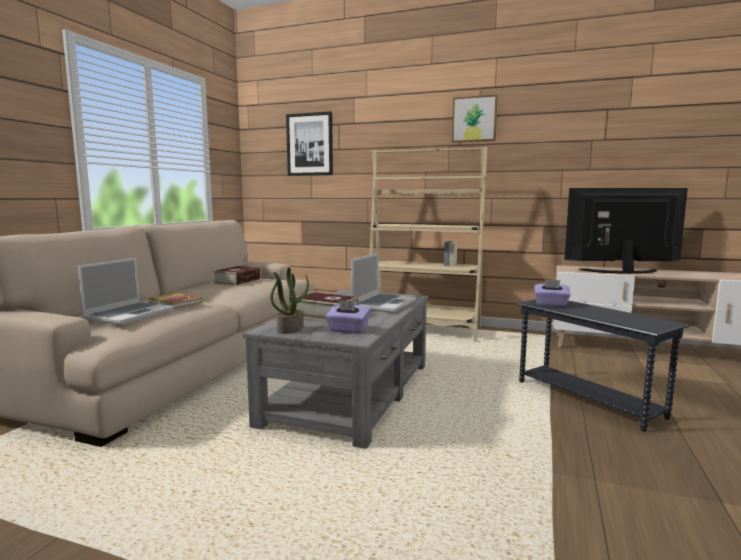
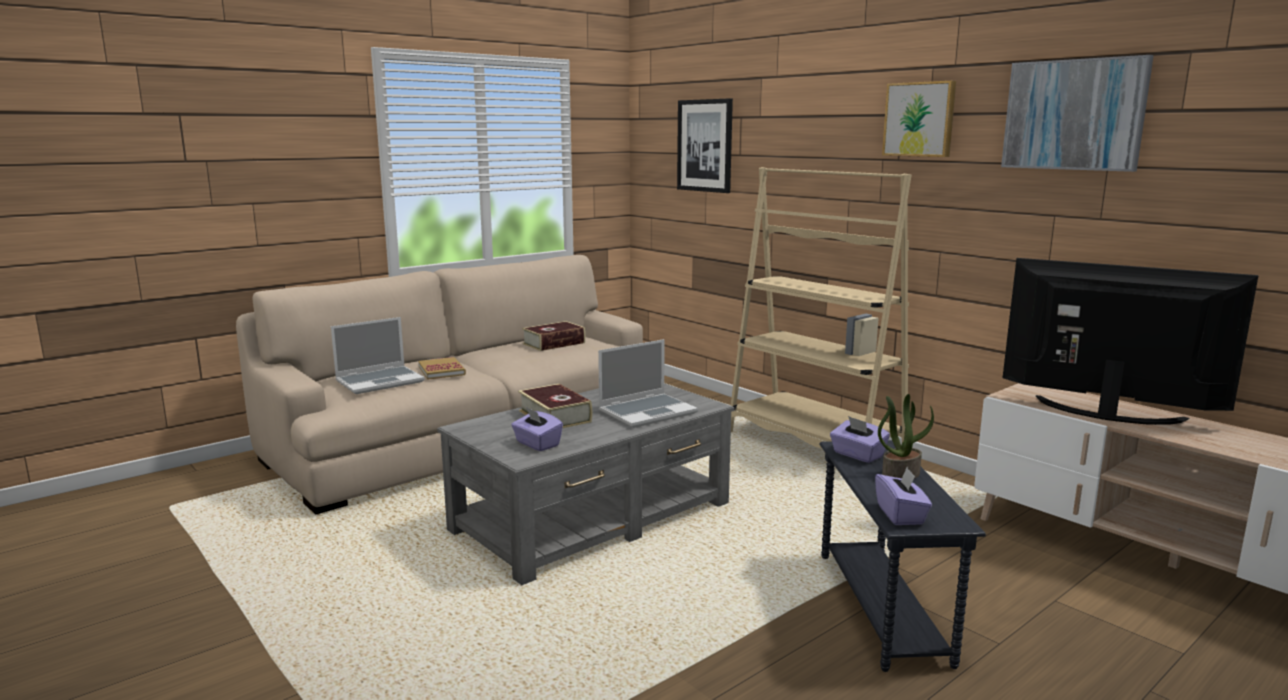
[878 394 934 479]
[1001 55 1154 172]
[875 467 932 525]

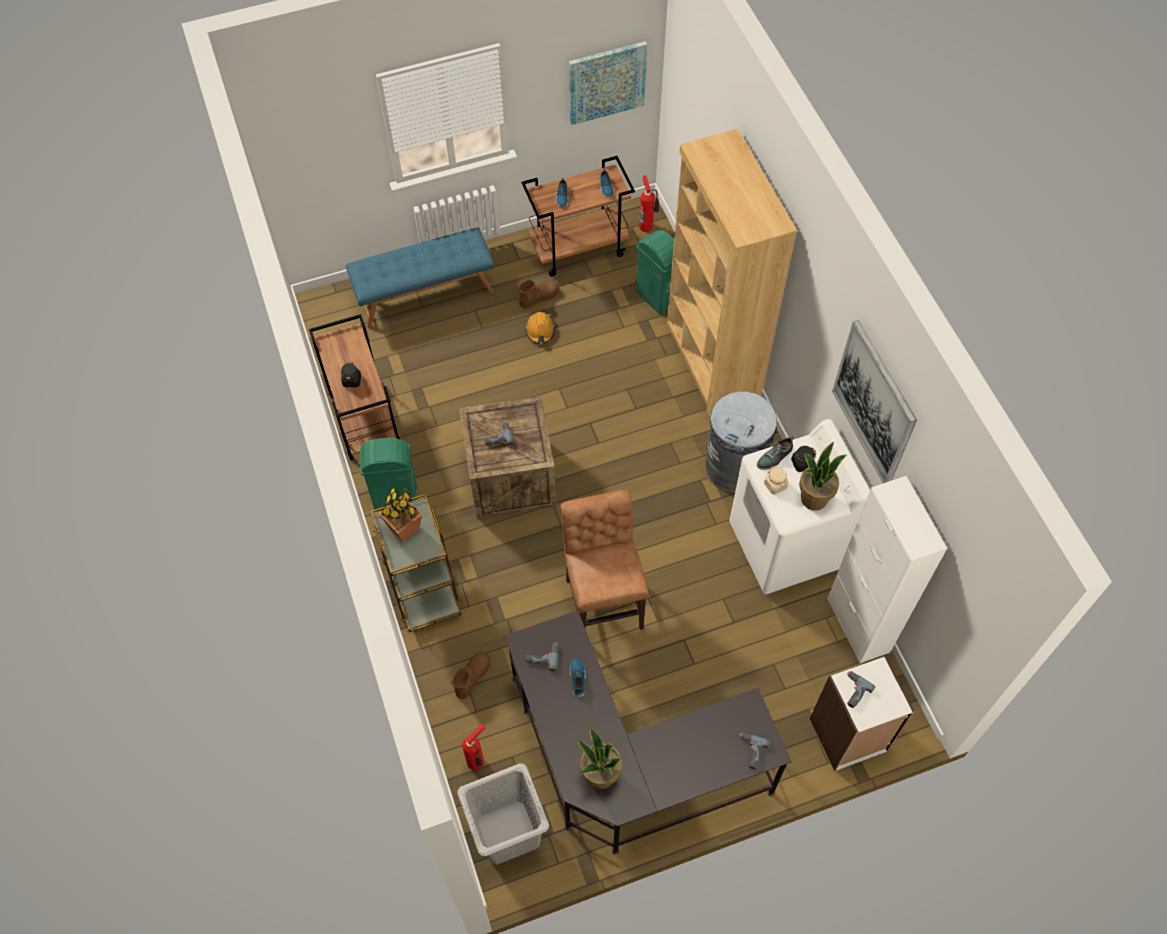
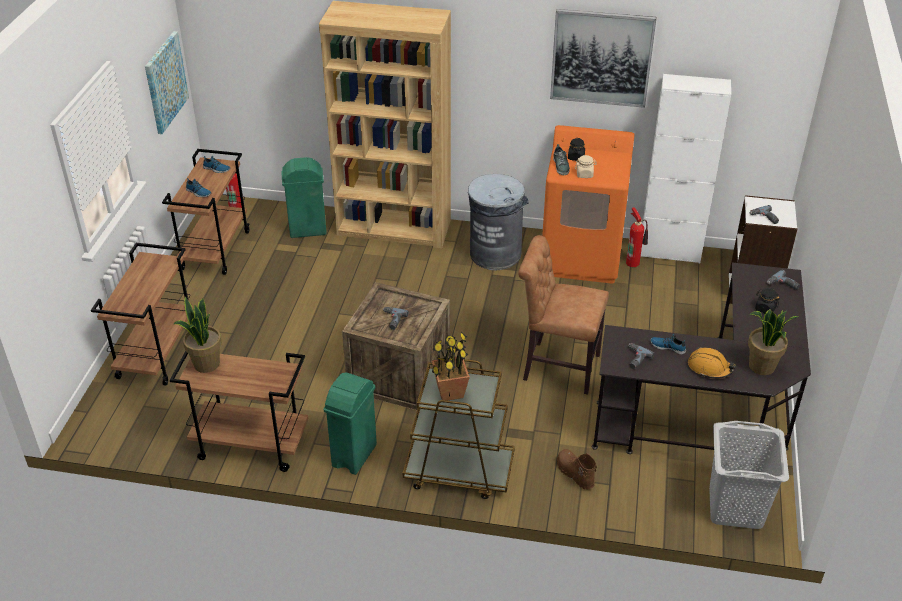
[91 243 193 386]
[518 279 560 309] (first image)
[688 347 736 379]
[755 288 780 313]
[542 125 635 284]
[174 297 222 373]
[626 207 648 267]

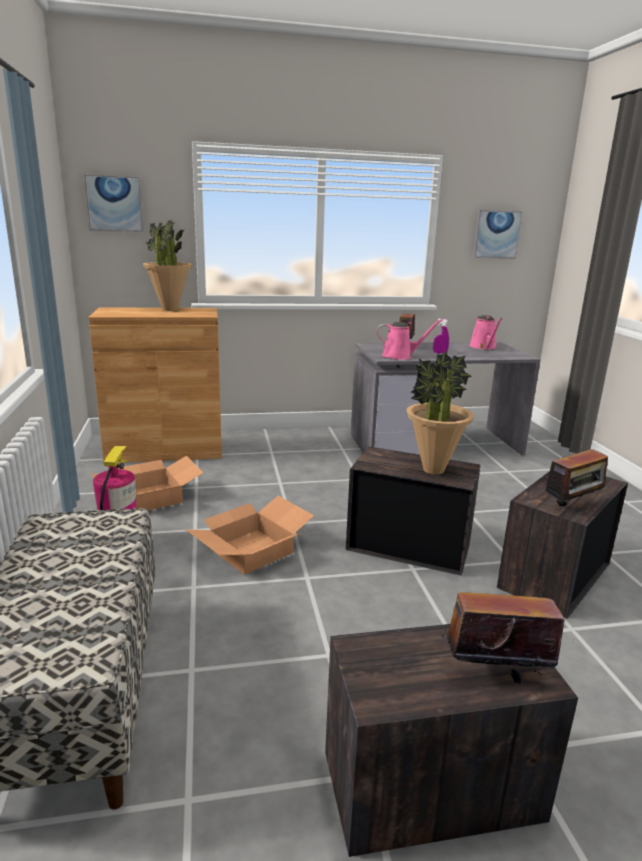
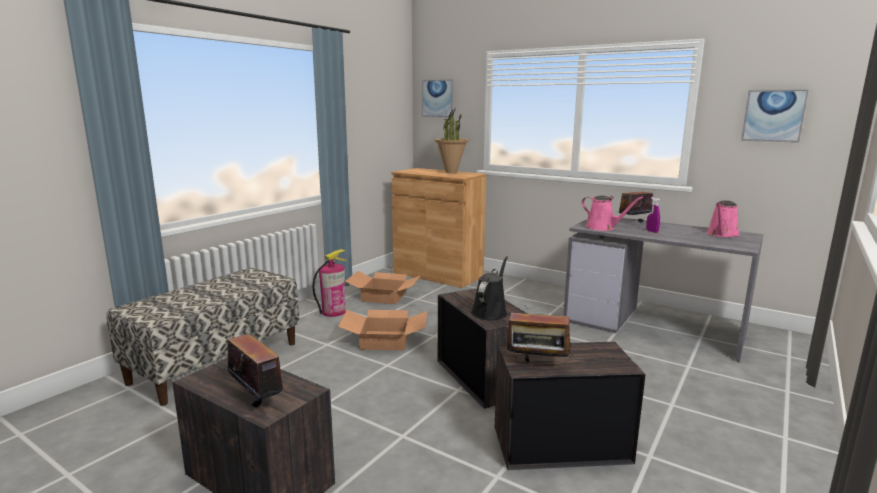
[471 256 508 320]

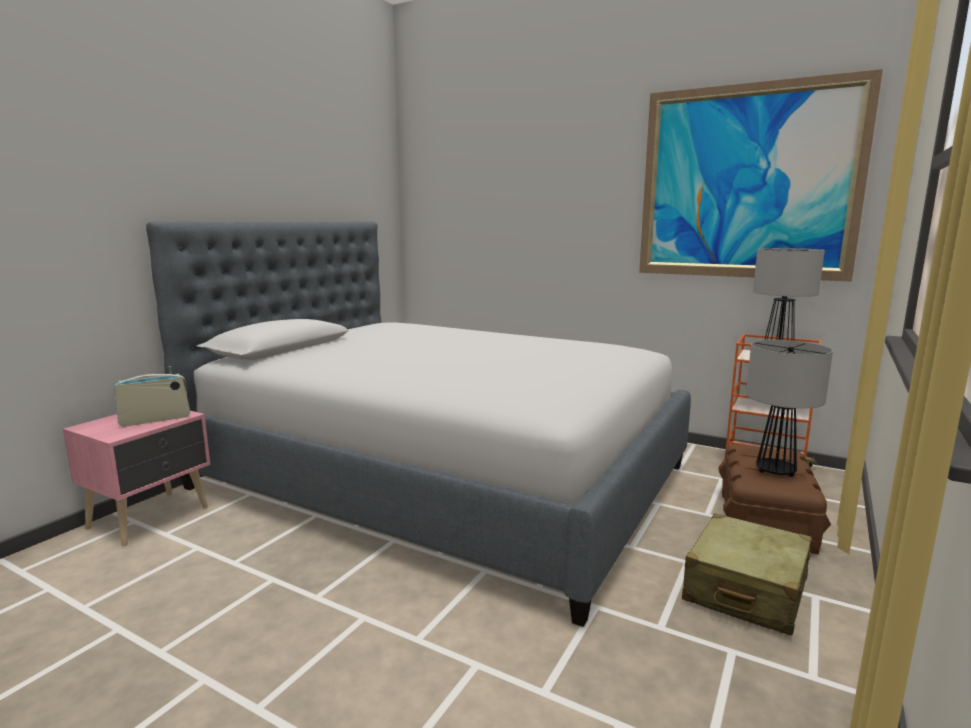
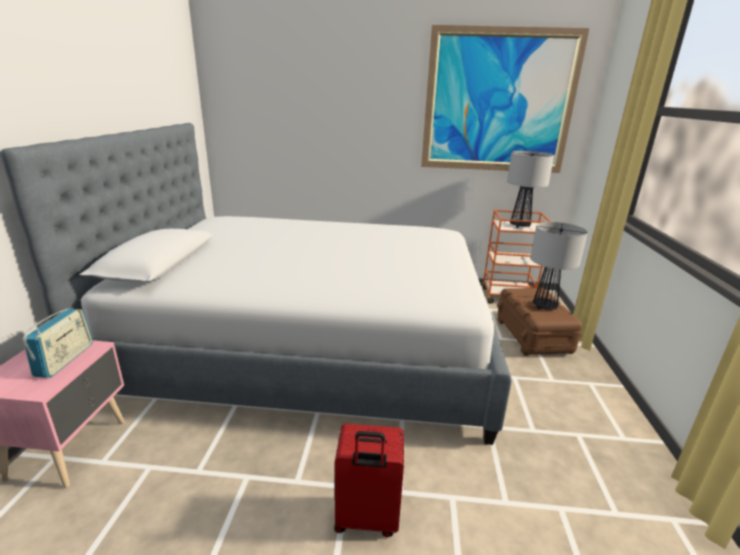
[23 308 93 378]
[682 513 812 636] (first image)
[334 424 404 537]

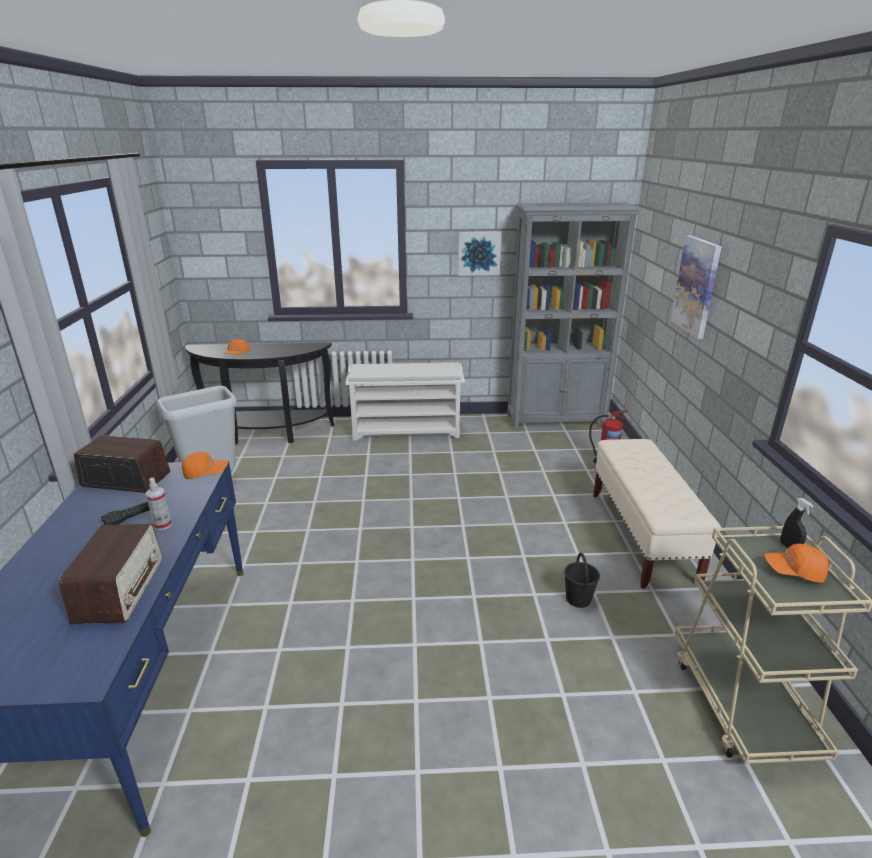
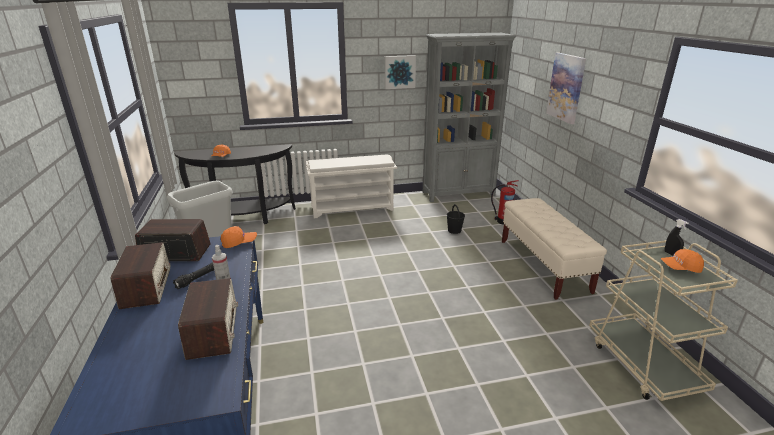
[446 204 465 234]
[111 242 171 309]

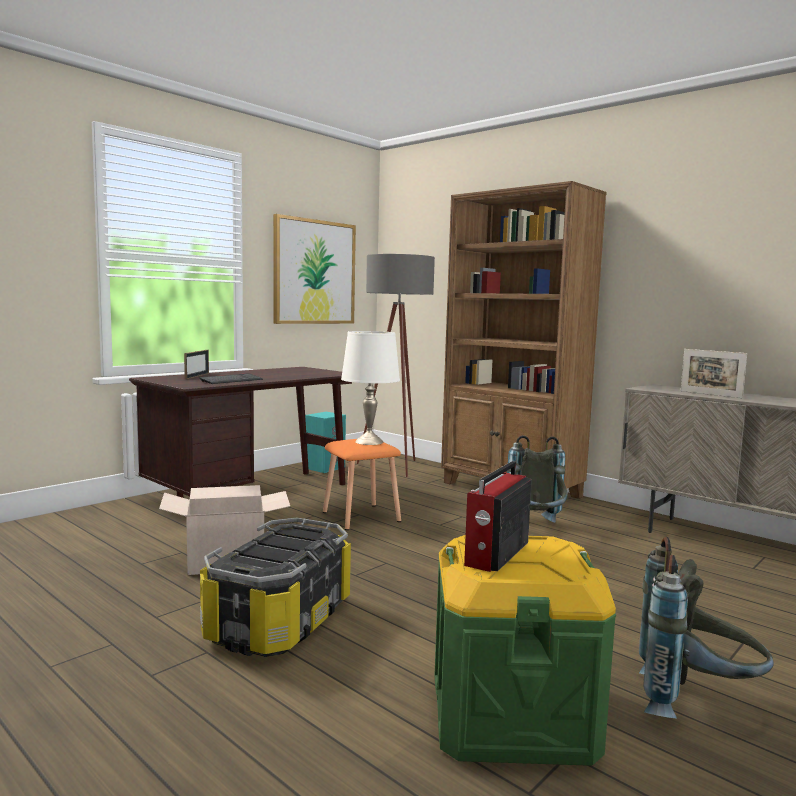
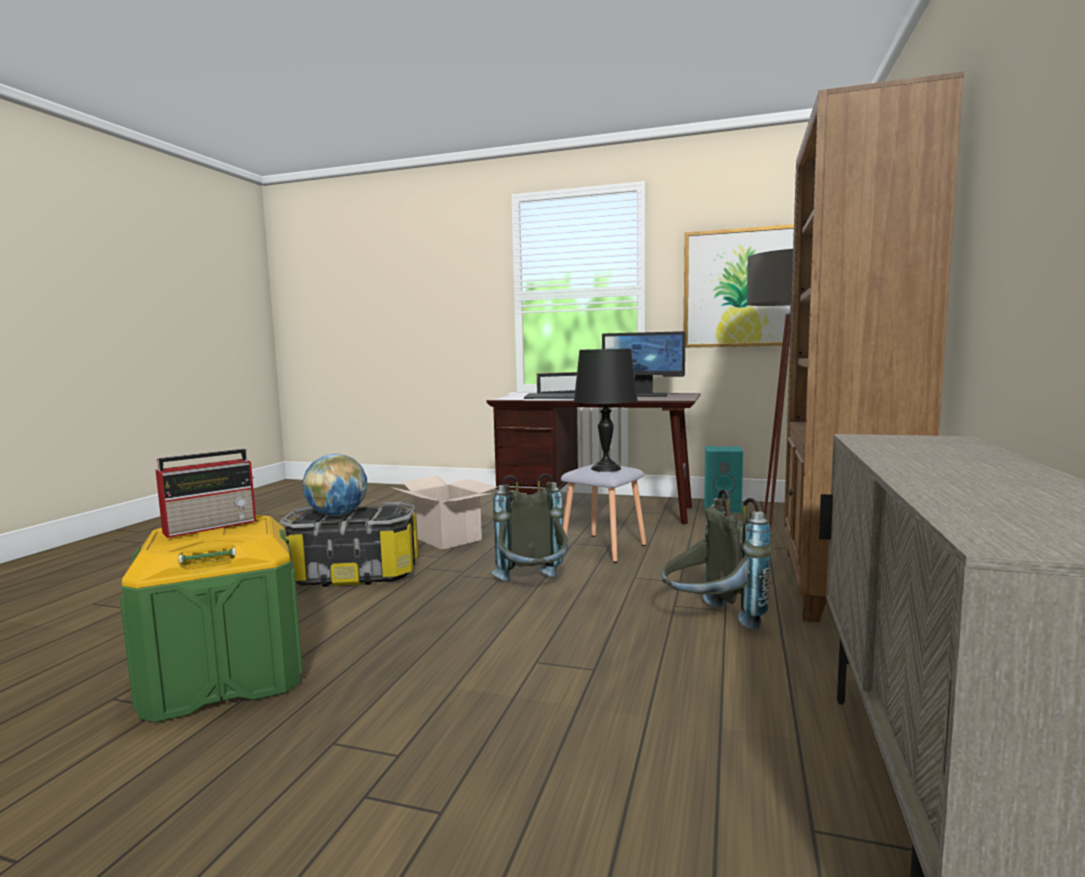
[574 349 638 472]
[681 349 747 398] (first image)
[561 464 646 563]
[156 449 256 538]
[492 473 568 581]
[602 331 686 397]
[303 454 368 516]

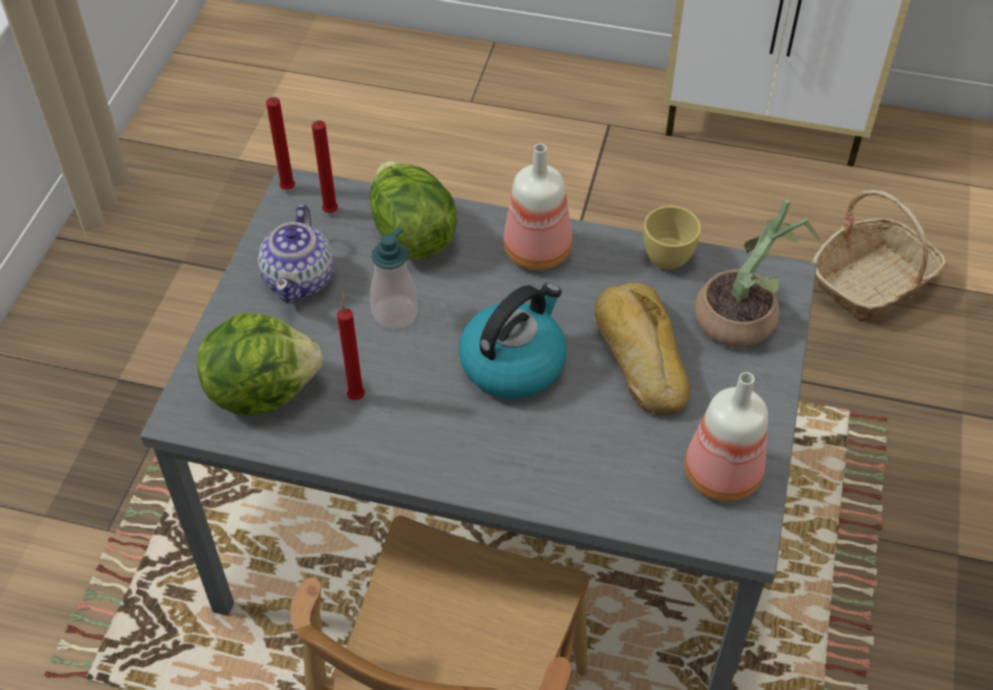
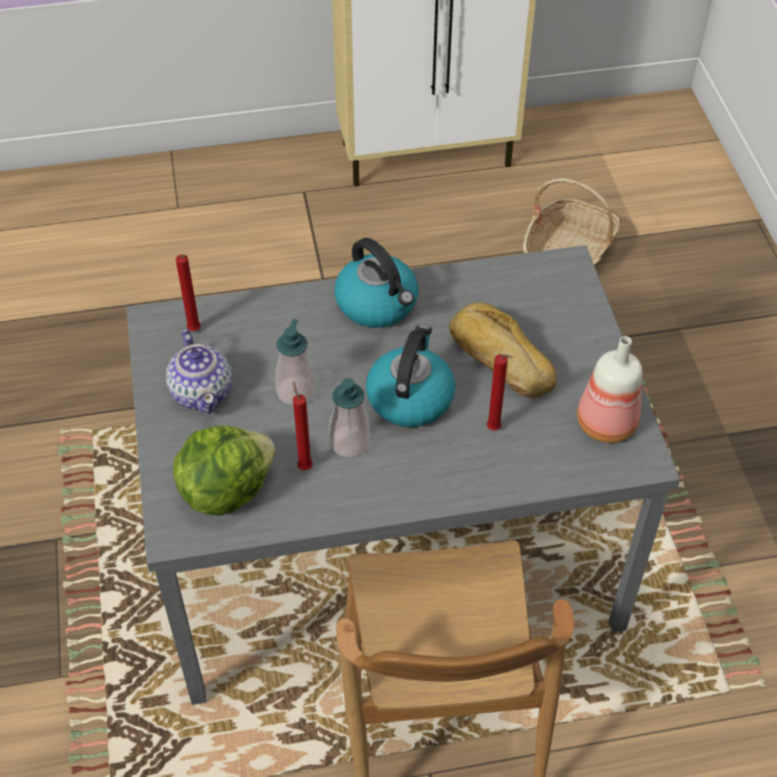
[487 354 513 430]
[335 238 418 328]
[370 161 457 260] (first image)
[695 199 820 348] (first image)
[644 205 701 270] (first image)
[329 378 370 458]

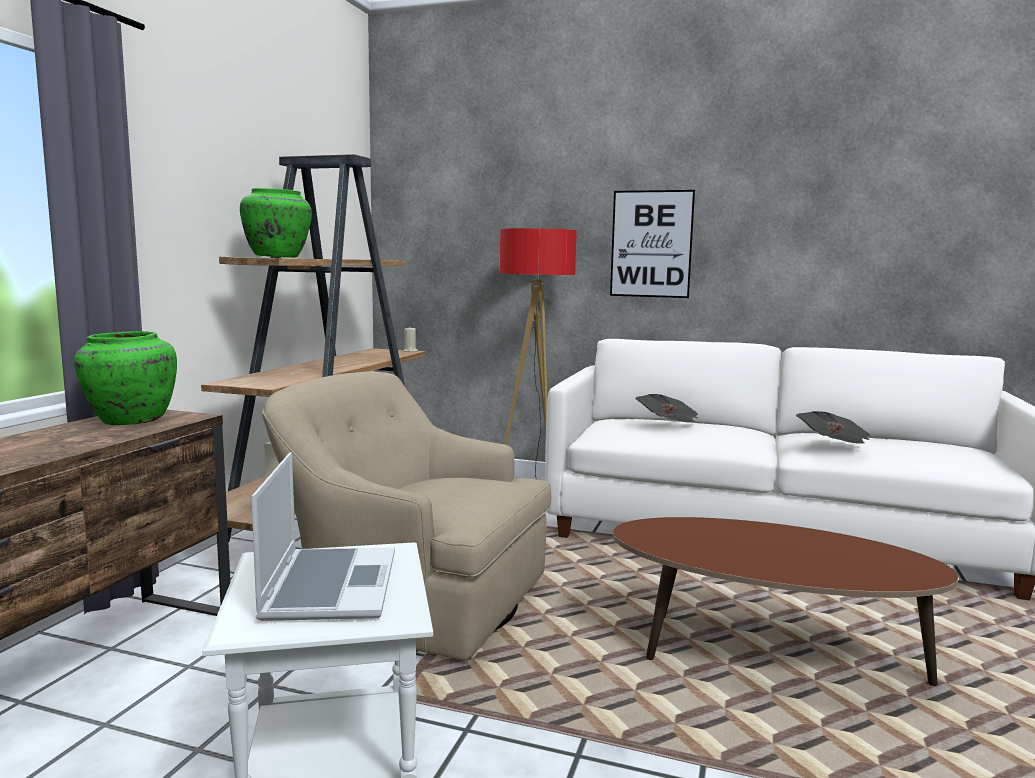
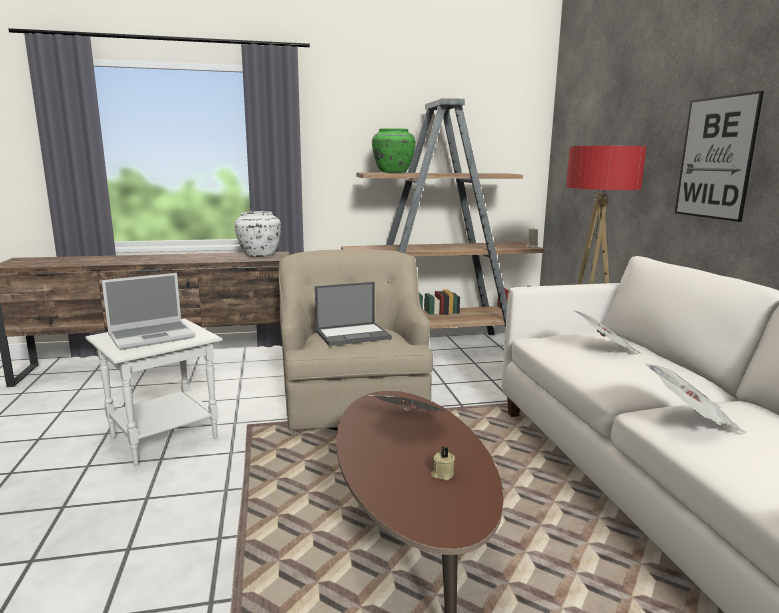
[235 211 281 257]
[315 282 392 346]
[368 395 445 412]
[431 447 455 480]

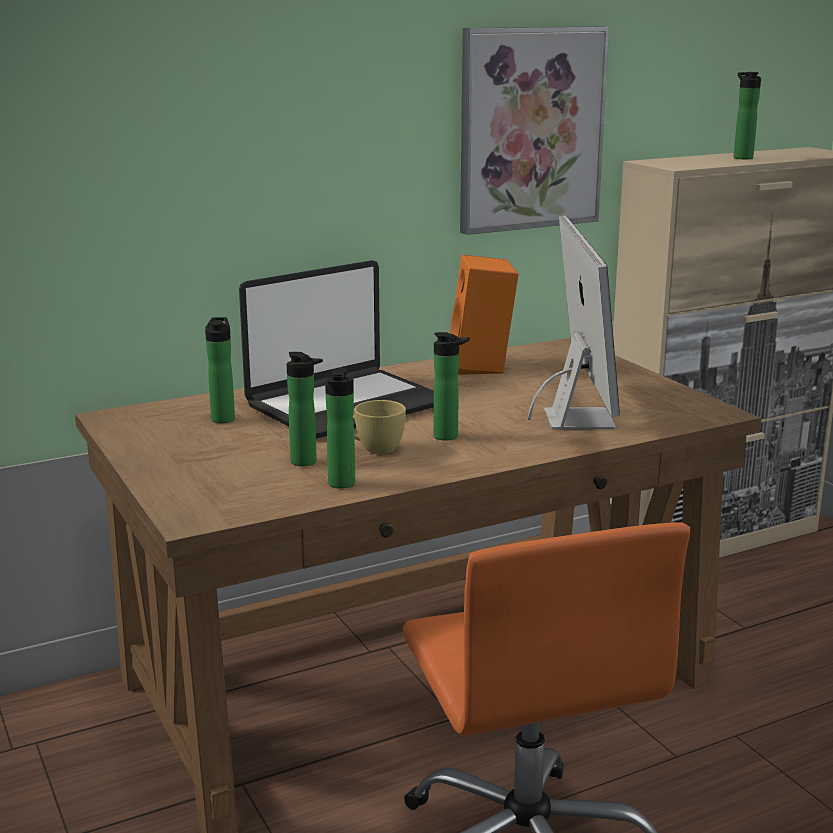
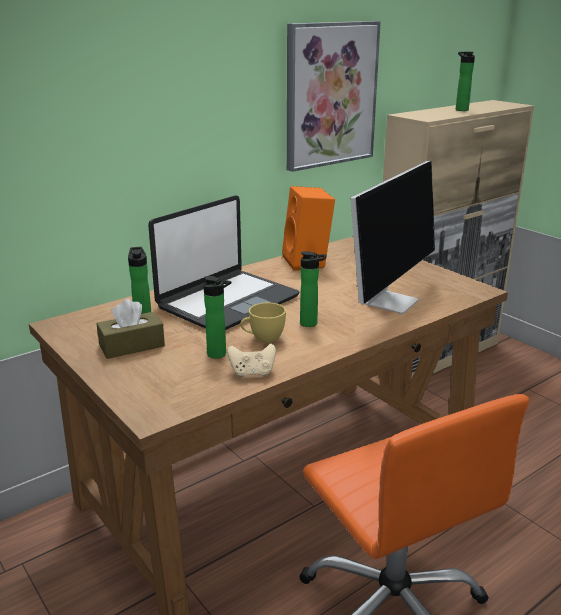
[351 161 435 314]
[227 344 276 378]
[97 299 165 359]

